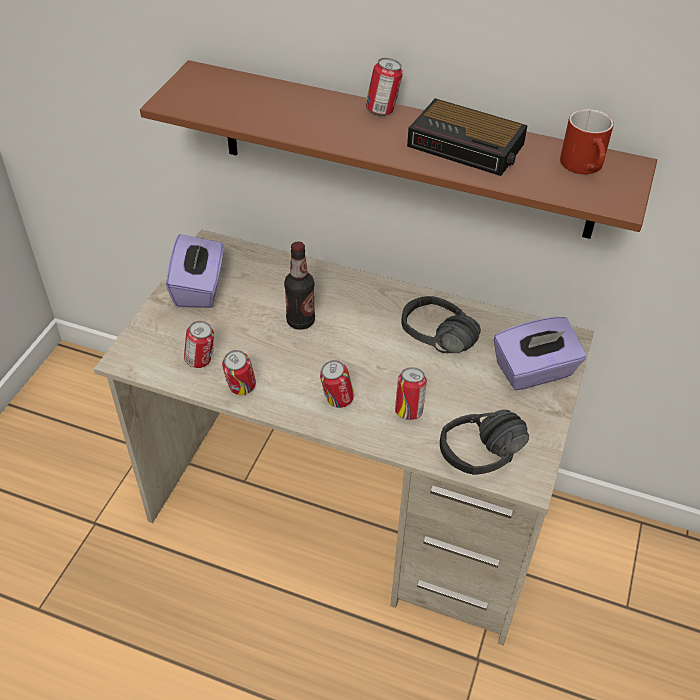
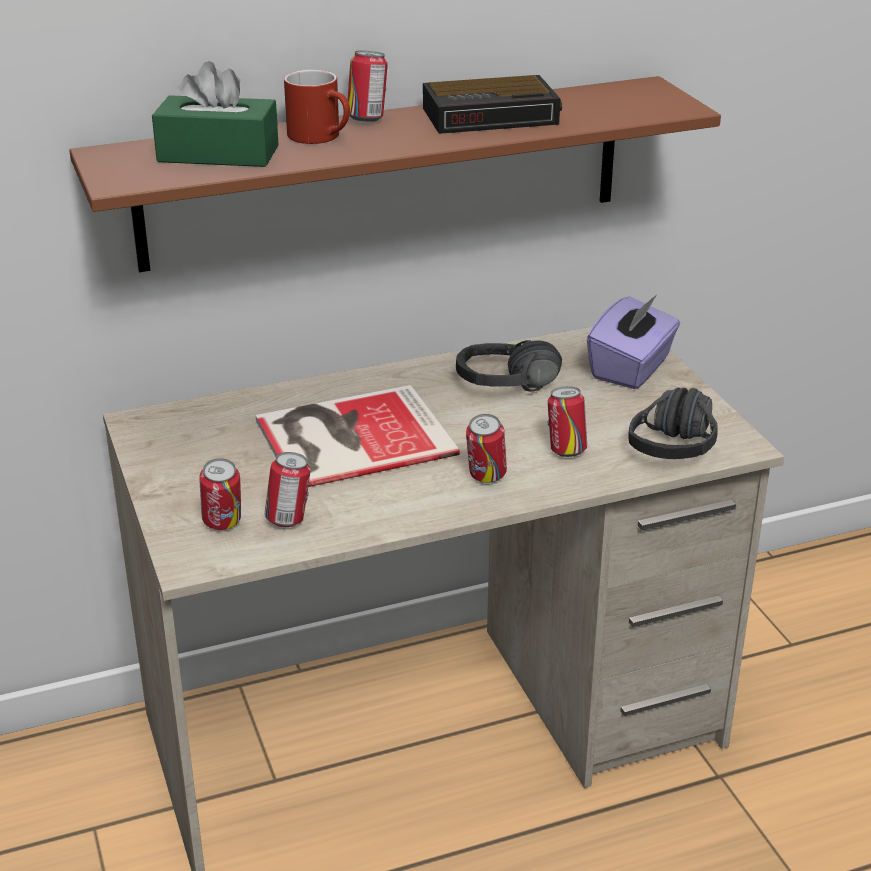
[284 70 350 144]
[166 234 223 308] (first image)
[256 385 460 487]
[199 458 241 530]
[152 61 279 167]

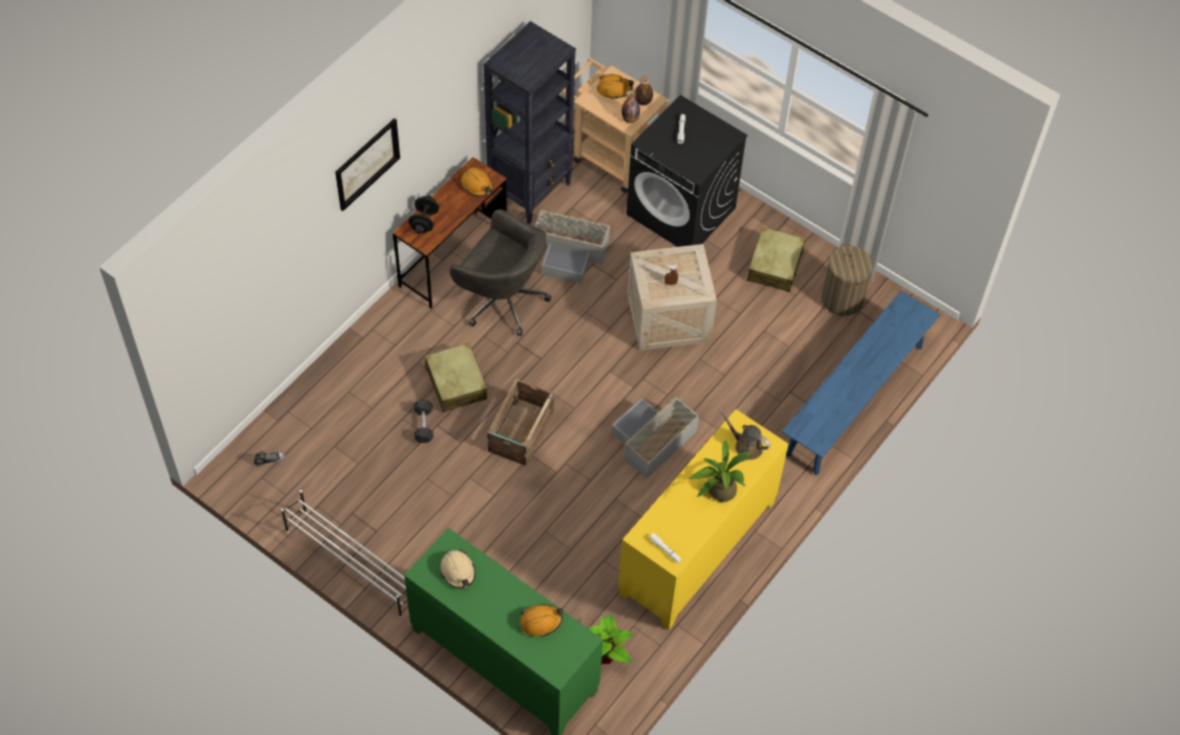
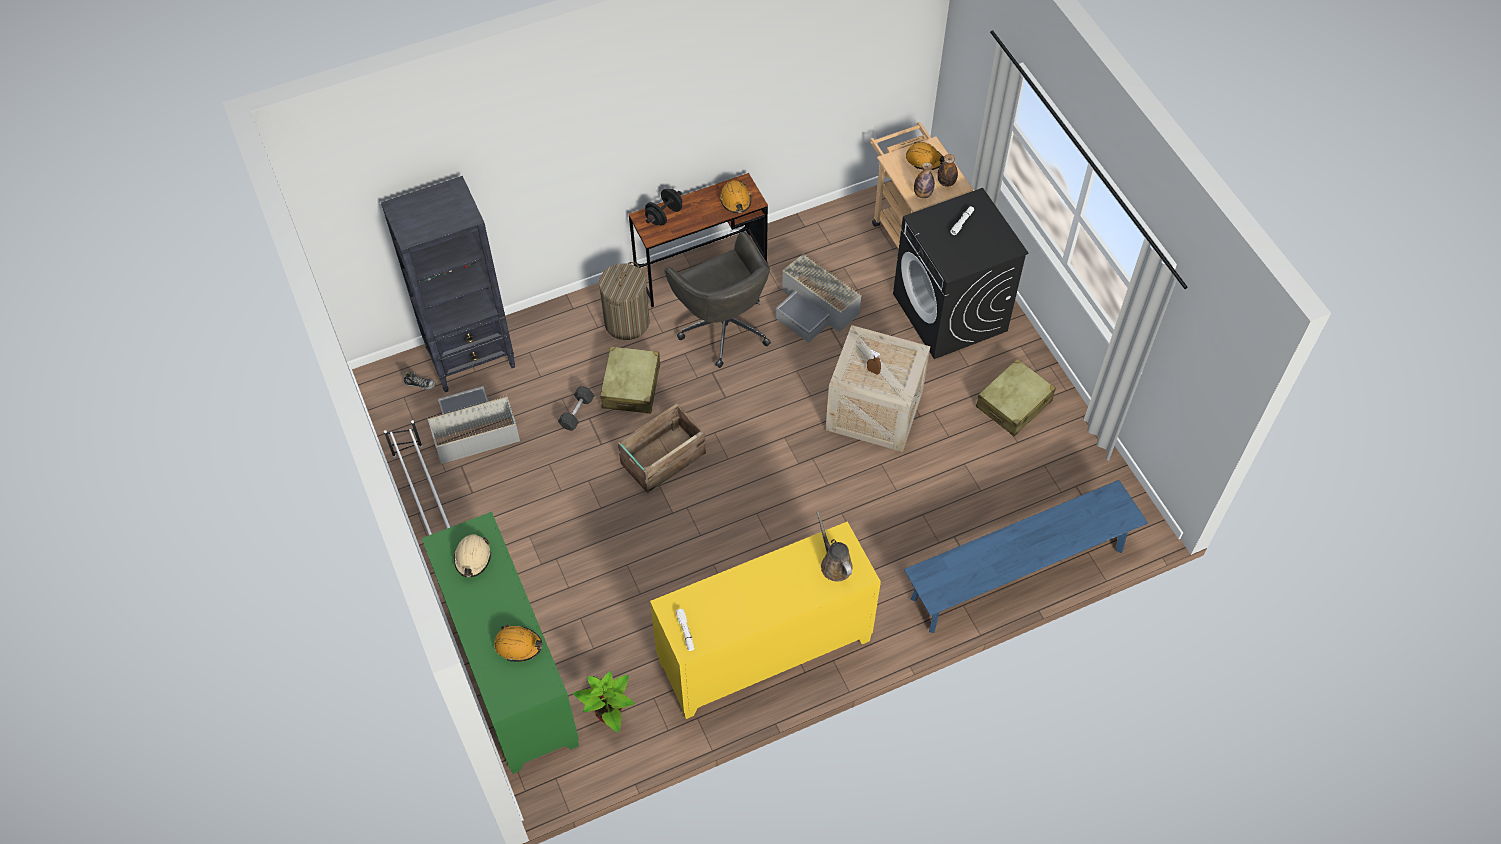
[381 176 515 392]
[335 118 400 211] (first image)
[599 262 649 340]
[427 386 520 464]
[689 440 752 502] (first image)

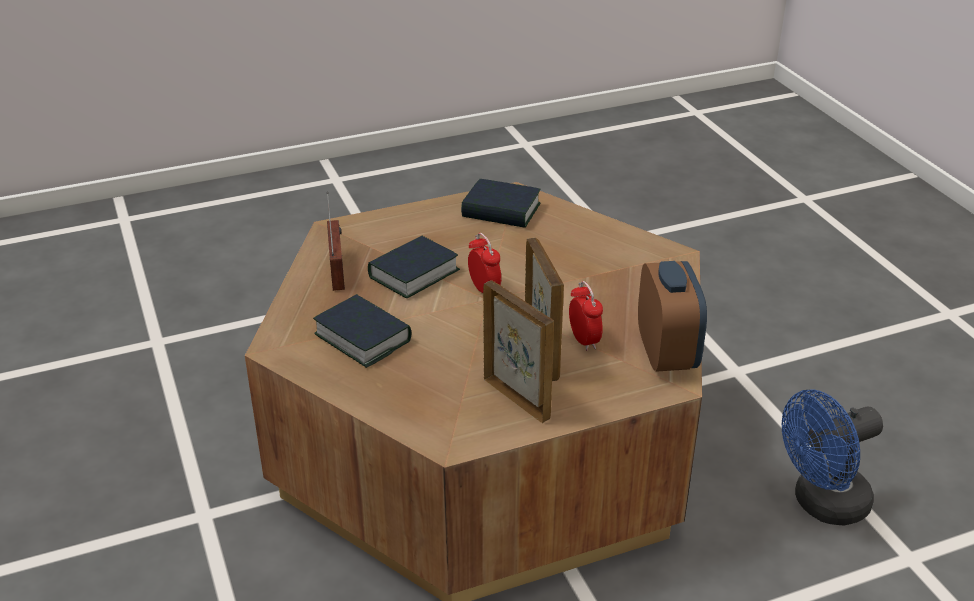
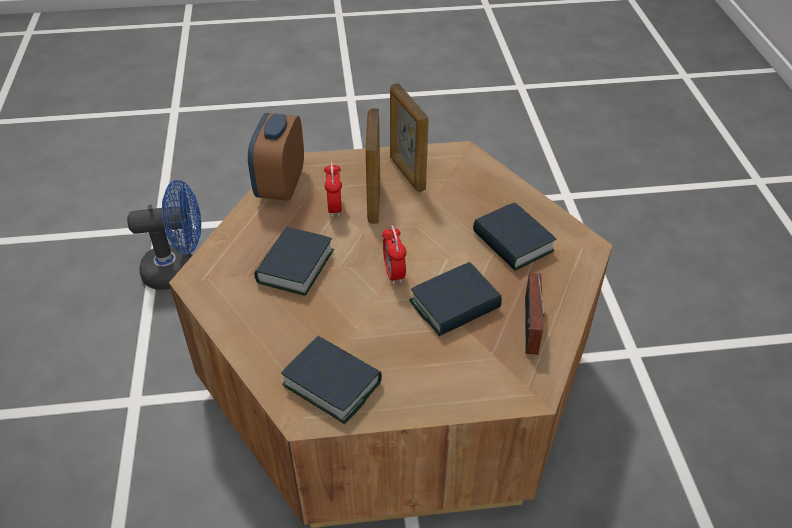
[254 227 334 295]

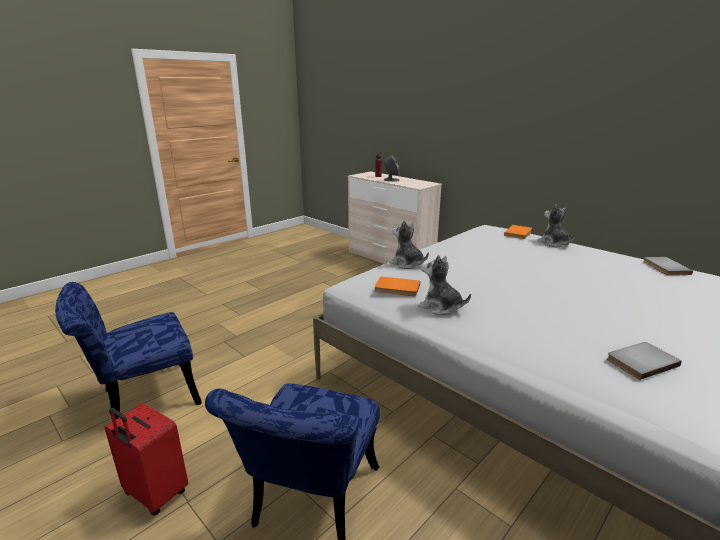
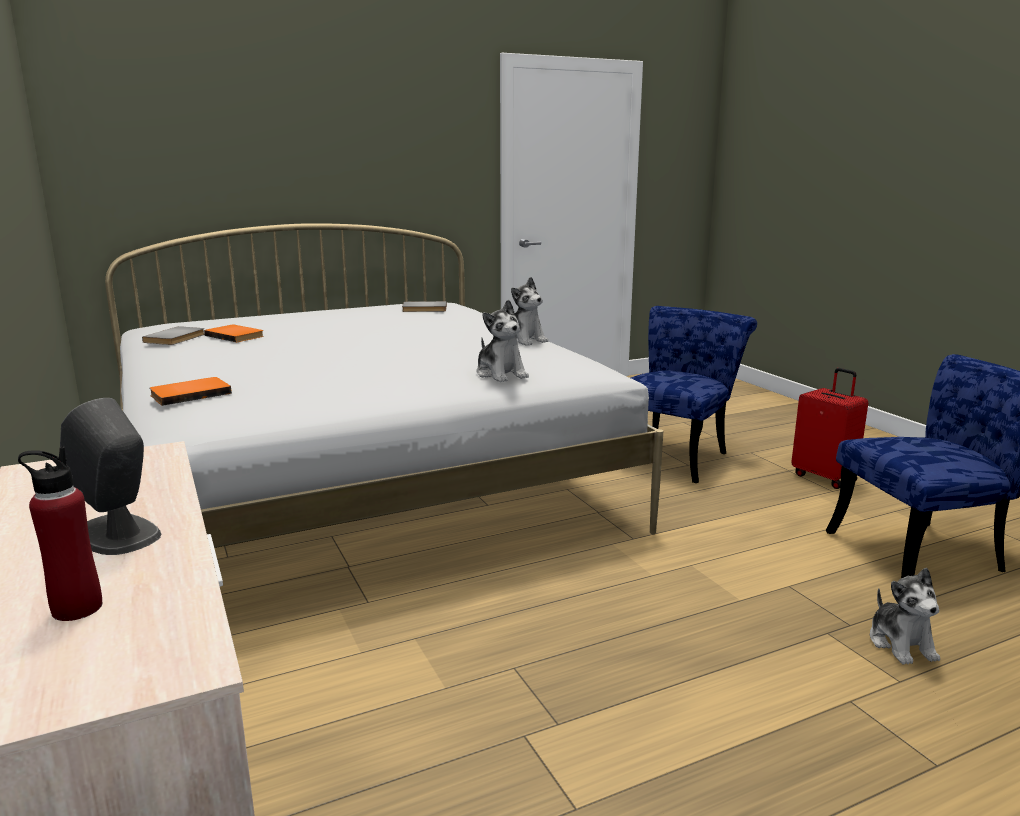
[870 568 940 665]
[204 325 264 342]

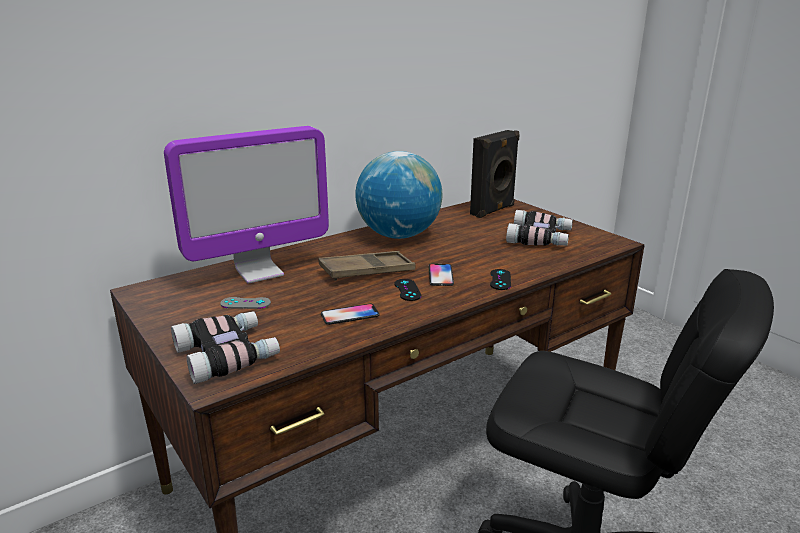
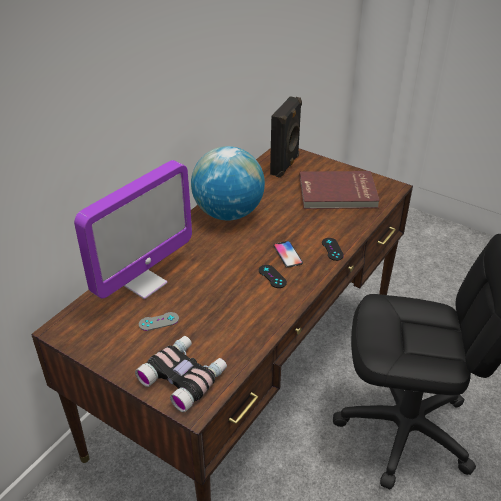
[299 171 380 209]
[318 251 416 280] (first image)
[321 304 380 325] (first image)

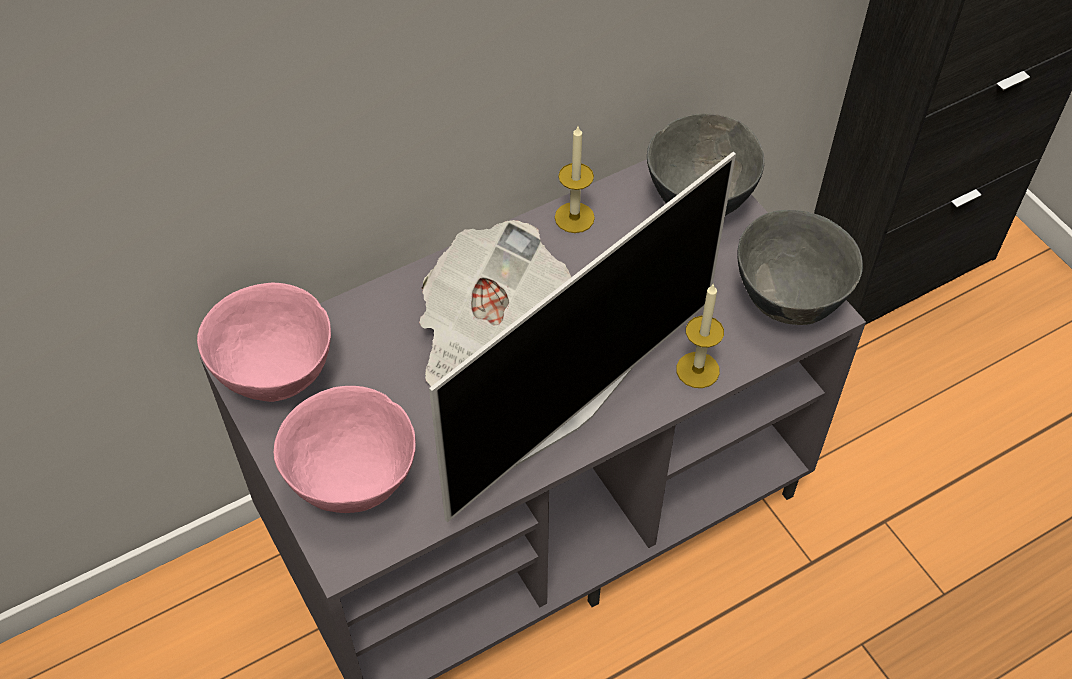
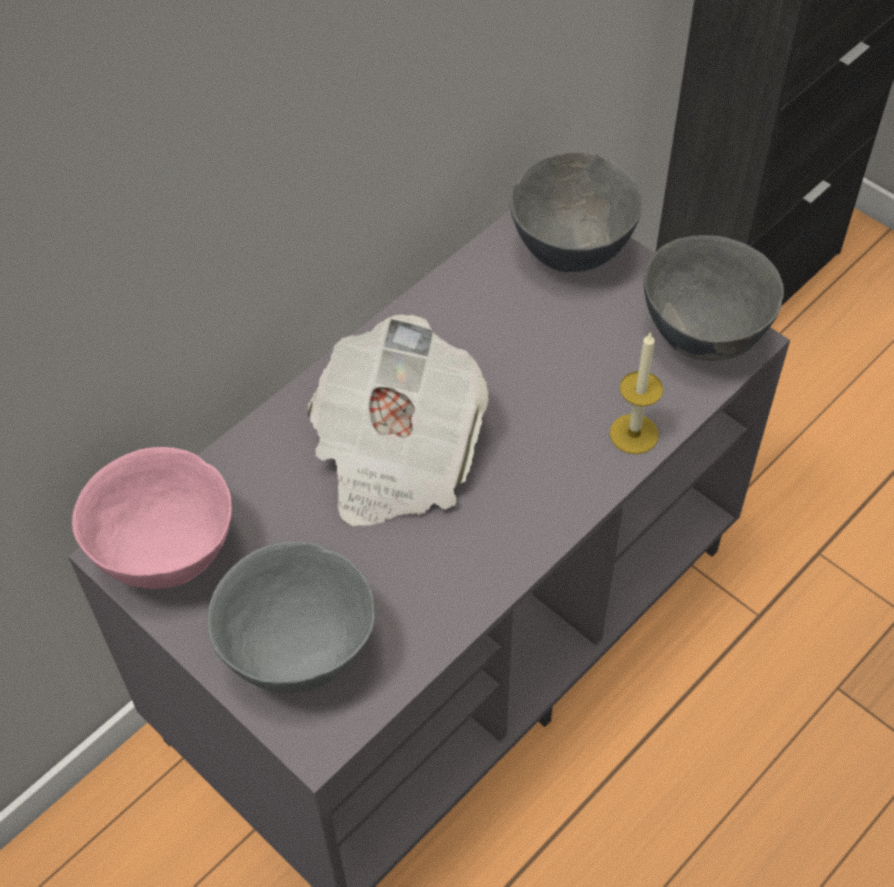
[555 126 595 233] (first image)
[429 152 736 523] (first image)
[207 542 375 693]

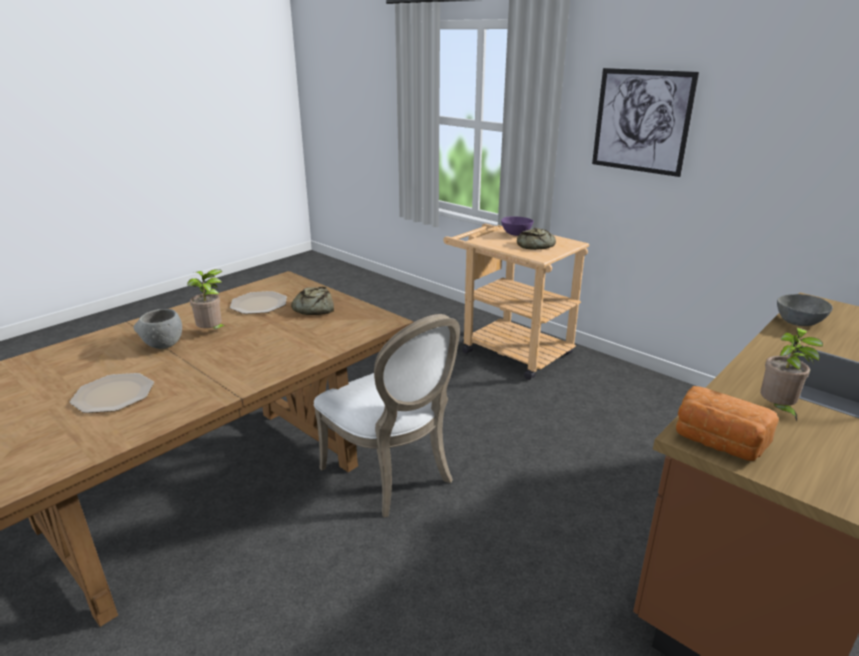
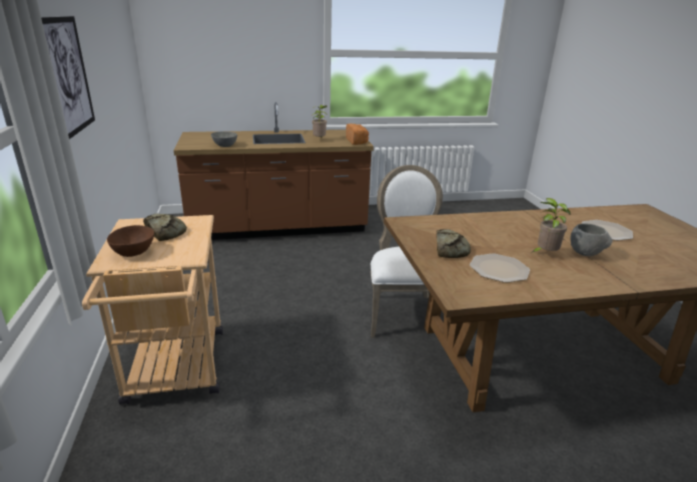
[107 225 154 257]

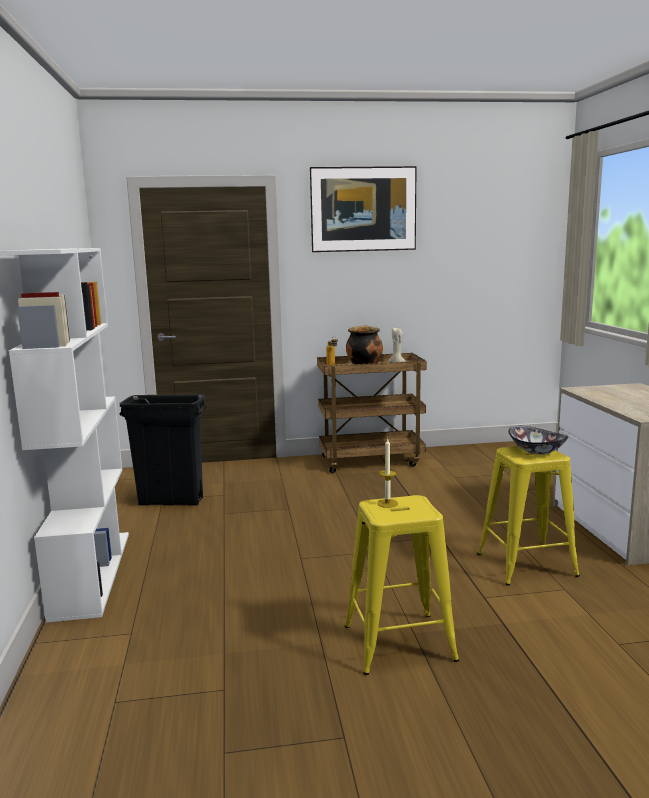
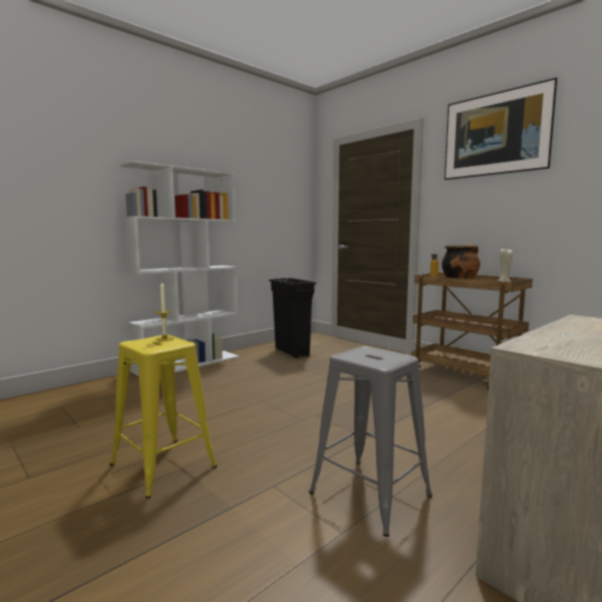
[508 426 568 455] (first image)
[309 346 432 537]

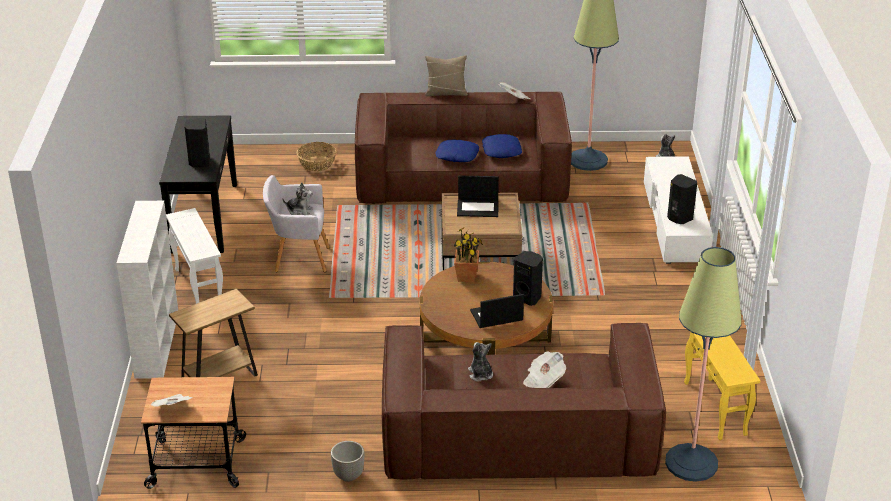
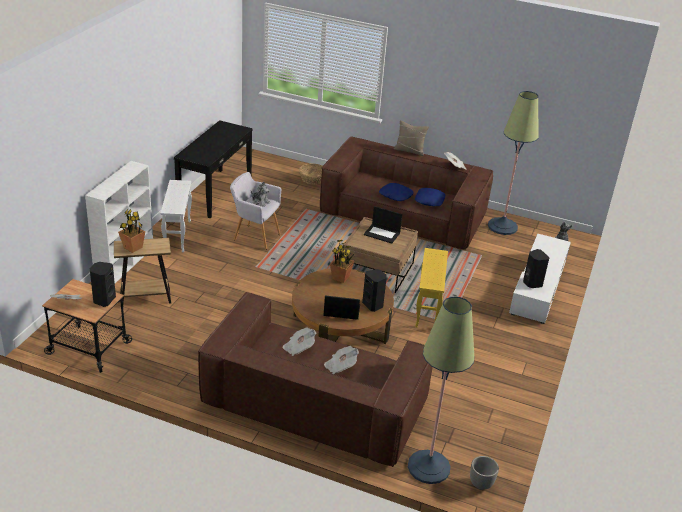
[90 262 116 307]
[415 248 448 327]
[283 327 316 356]
[470 456 499 490]
[118 209 145 253]

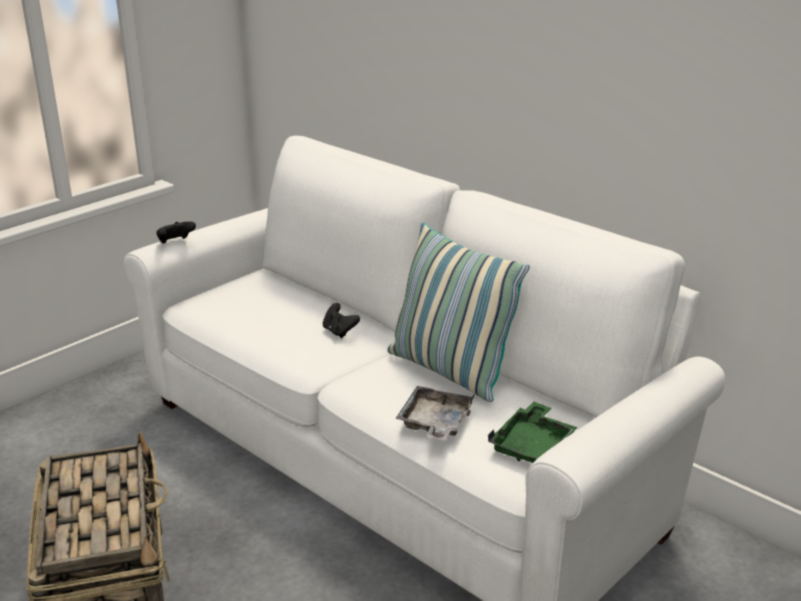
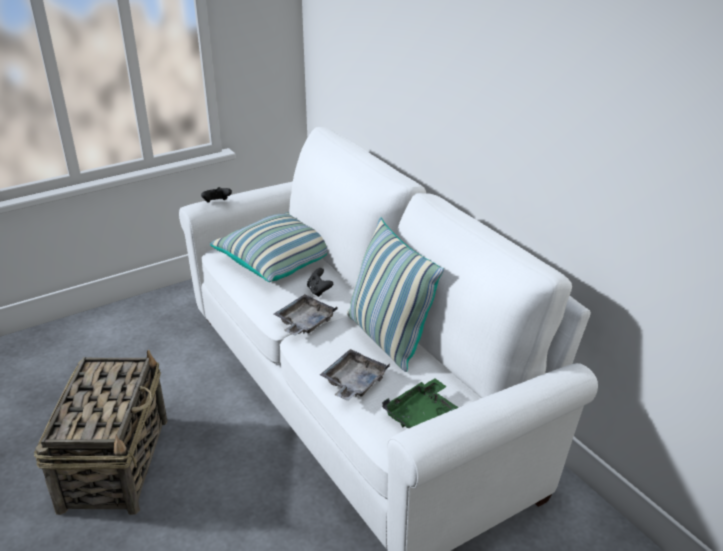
[210 212 327 282]
[274 294 338 336]

